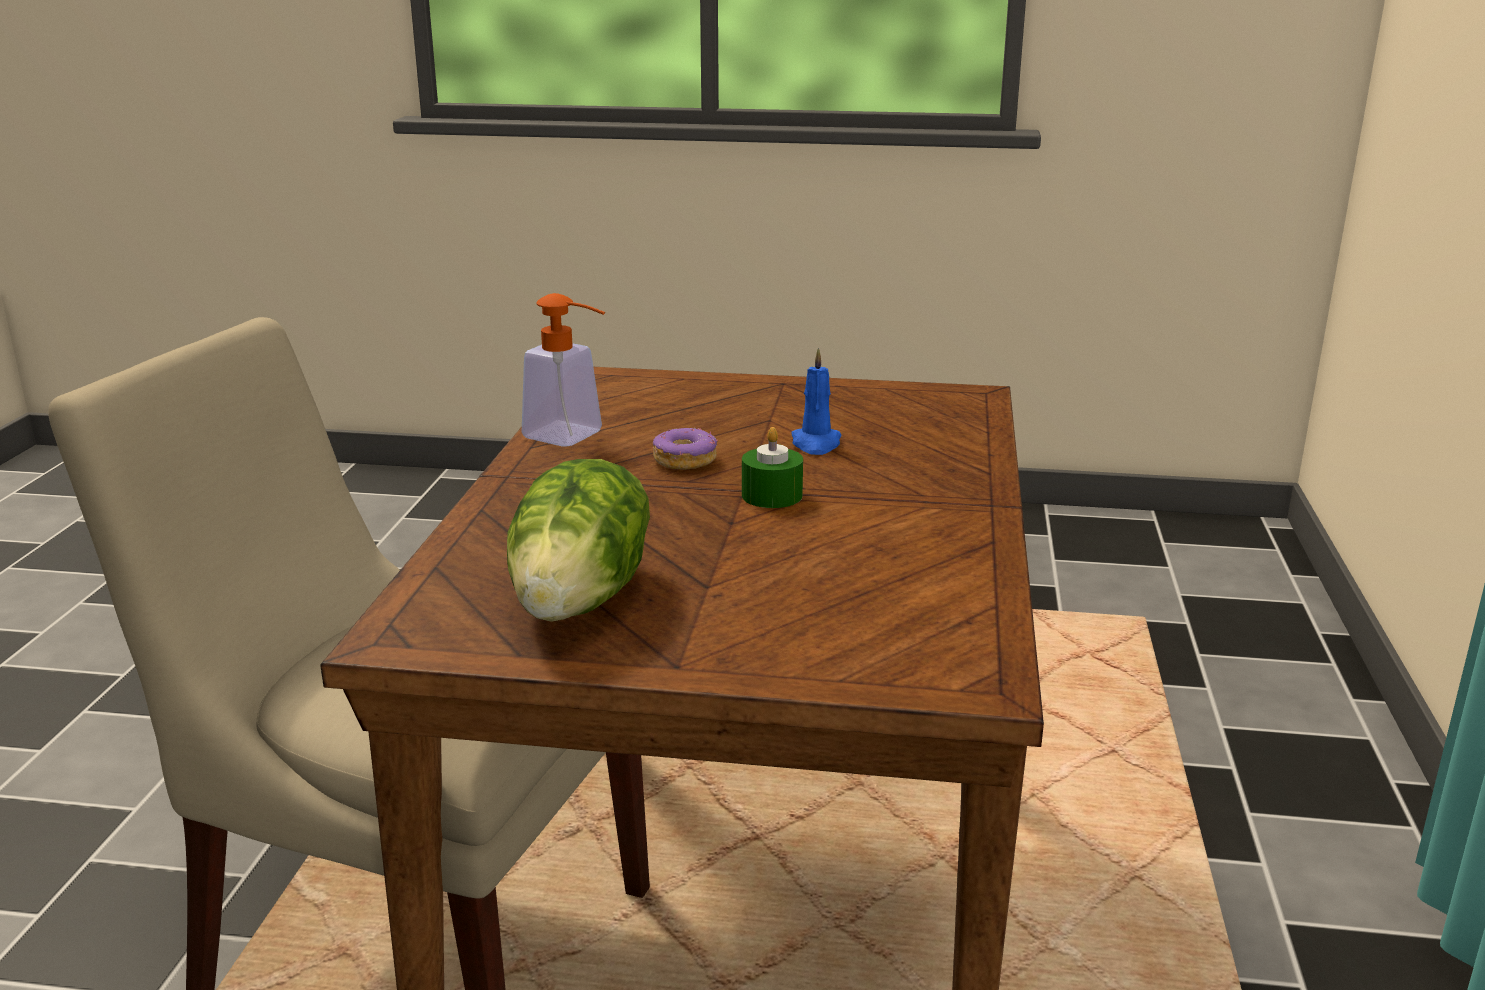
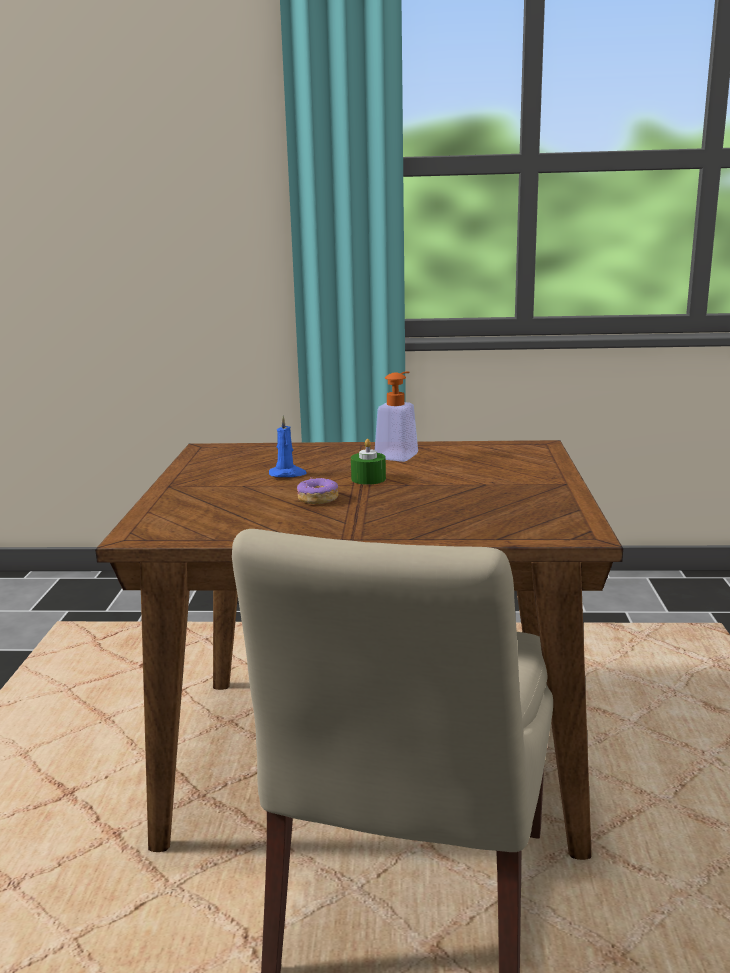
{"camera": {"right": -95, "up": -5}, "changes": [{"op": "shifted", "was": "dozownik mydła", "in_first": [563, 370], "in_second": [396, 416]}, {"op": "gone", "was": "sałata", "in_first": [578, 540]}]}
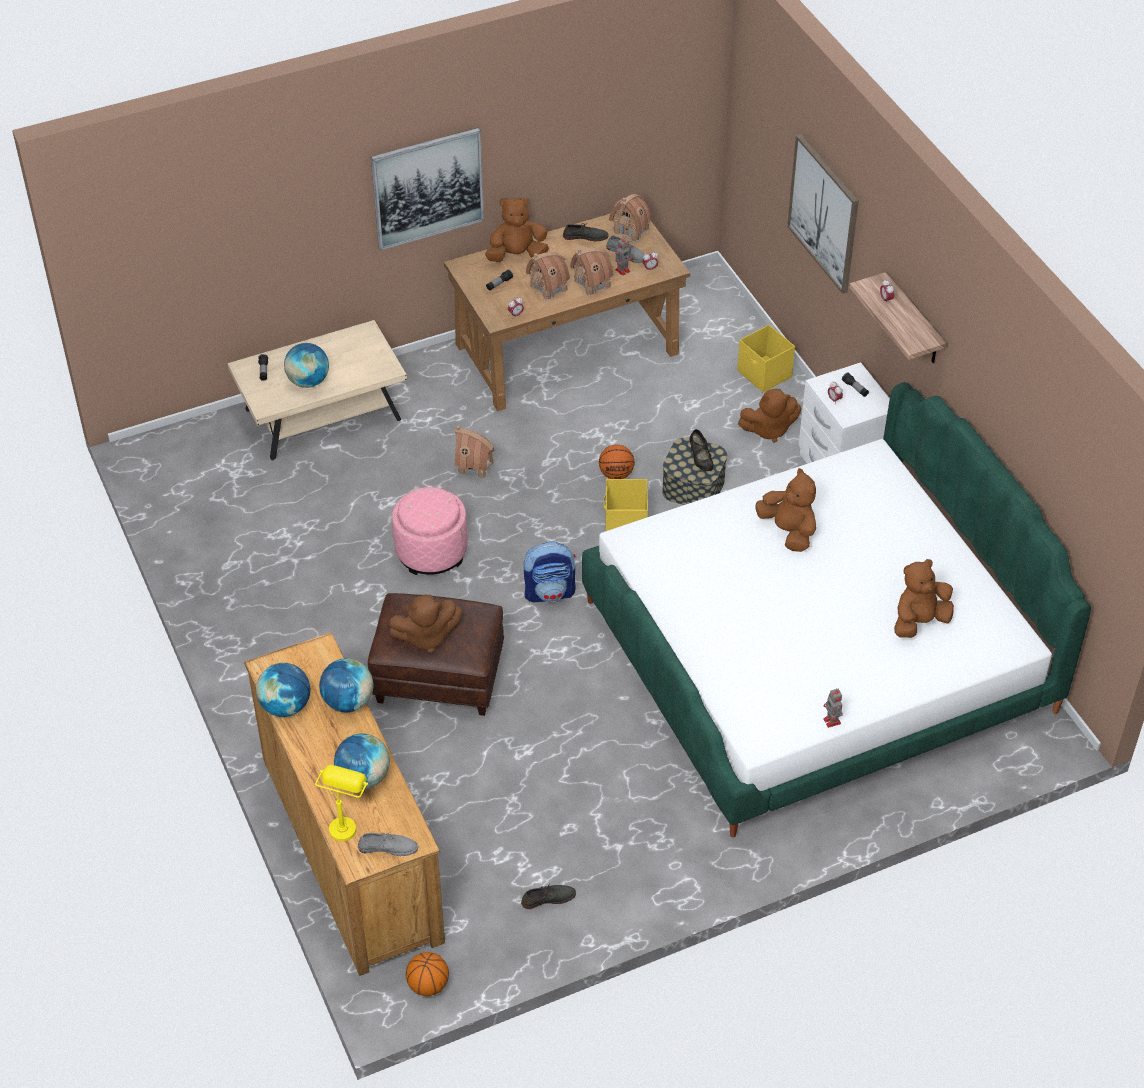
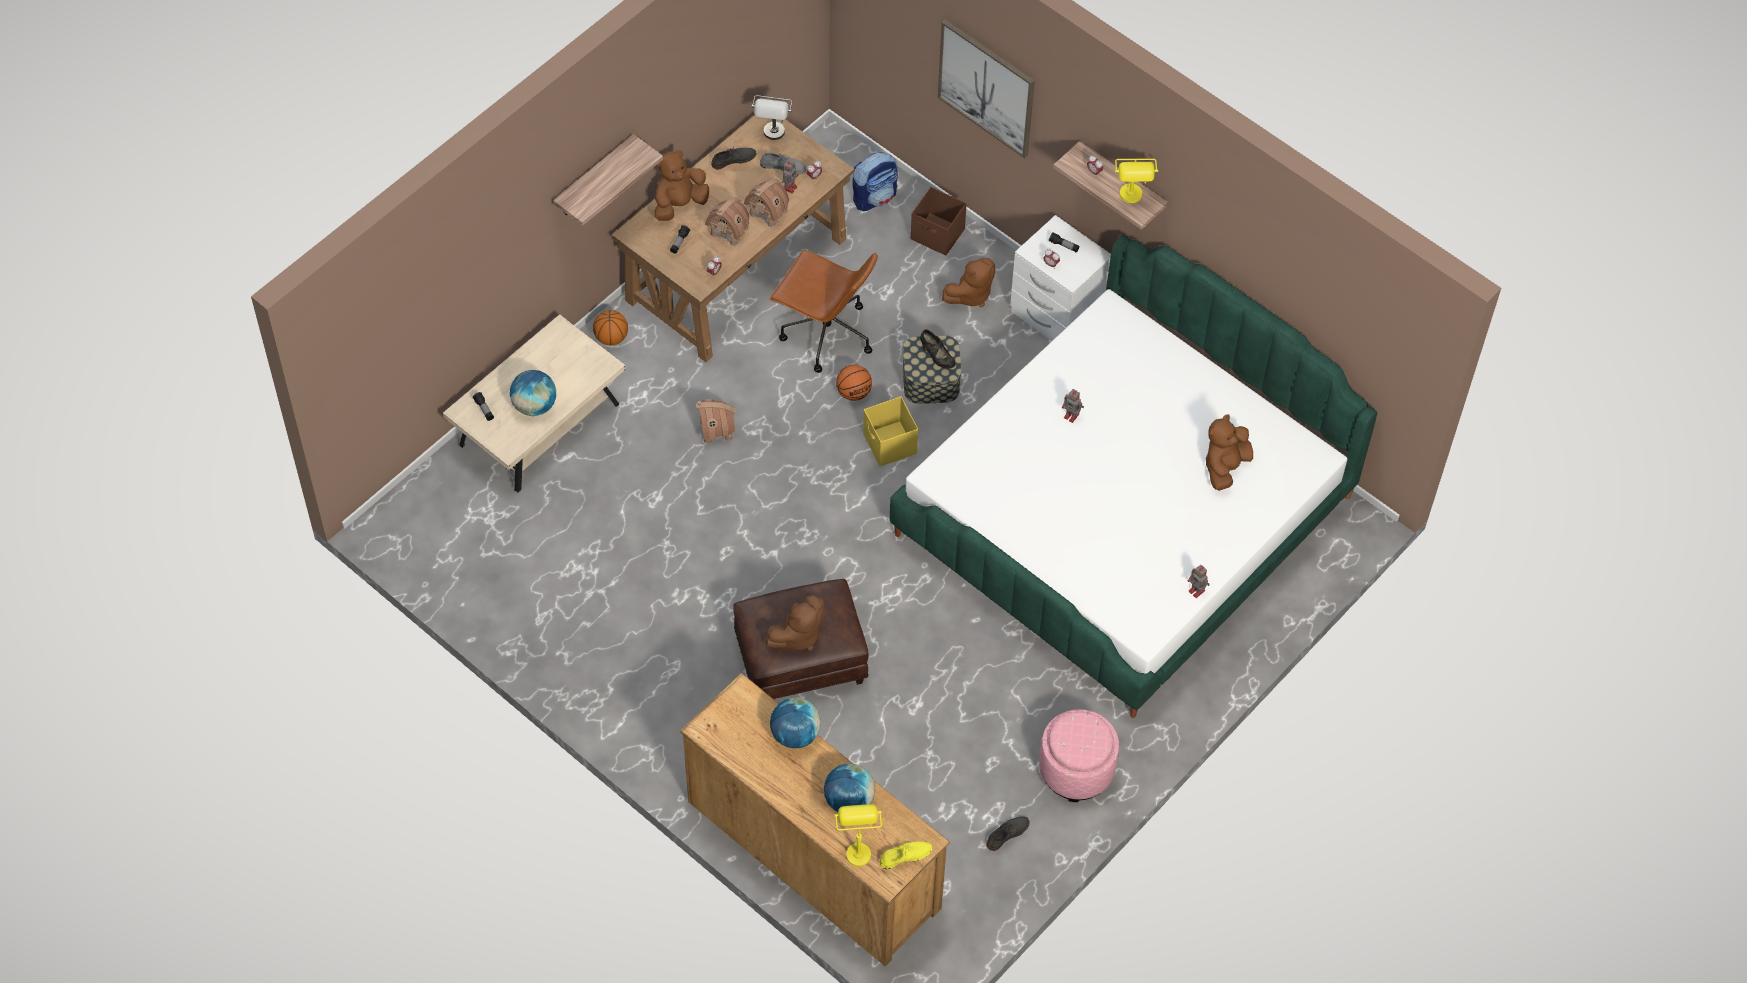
{"camera": {"right": -25, "up": 10}, "changes": [{"op": "swapped", "was": "obraz", "now": "półka", "in_first": [427, 189], "in_second": [608, 180]}, {"op": "swapped", "was": "domek", "now": "lampa stołowa [szary]", "in_first": [630, 218], "in_second": [772, 117]}, {"op": "repainted", "was": "pojemnik do przechowywania [żółty]", "now": "pojemnik do przechowywania [brązowy]", "in_first": [766, 358], "in_second": [939, 221]}, {"op": "swapped", "was": "pluszak [brązowy]", "now": "robot zabawkowy", "in_first": [785, 510], "in_second": [1073, 406]}, {"op": "shifted", "was": "pufa [różowy]", "in_first": [429, 531], "in_second": [1079, 755]}, {"op": "shifted", "was": "plecak", "in_first": [550, 572], "in_second": [875, 181]}, {"op": "gone", "was": "globus", "in_first": [283, 690]}, {"op": "repainted", "was": "but [szary]", "now": "but [żółty]", "in_first": [388, 843], "in_second": [906, 855]}, {"op": "shifted", "was": "piłka do koszykówki", "in_first": [427, 974], "in_second": [610, 327]}, {"op": "new", "now": "lampa stołowa [żółty]", "in_second": [1136, 181]}, {"op": "new", "now": "krzesło biurowe [brązowy]", "in_second": [823, 311]}]}
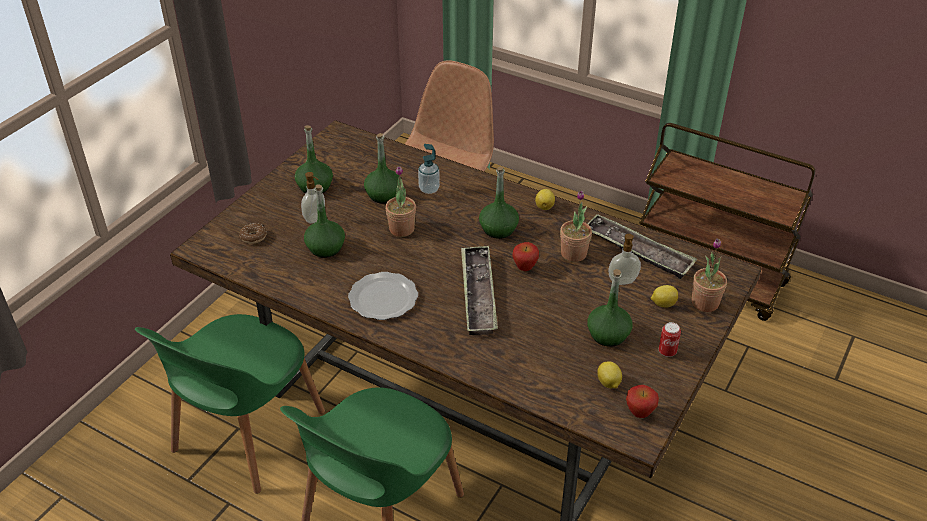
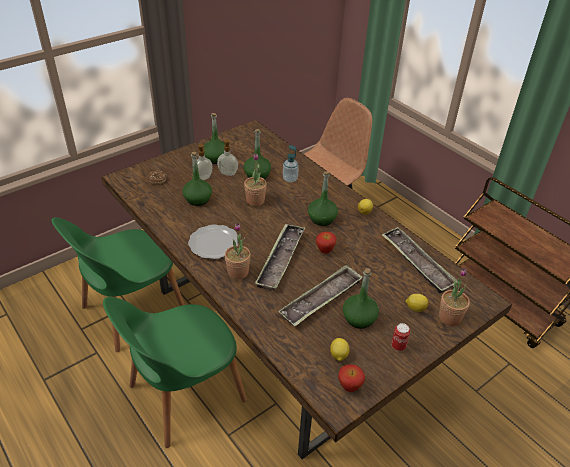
{"camera": {"right": 20, "up": 0}, "changes": [{"op": "shifted", "was": "roślina doniczkowa", "in_first": [576, 226], "in_second": [238, 251]}, {"op": "shifted", "was": "dozownik mydła", "in_first": [624, 259], "in_second": [227, 158]}, {"op": "new", "now": "taca", "in_second": [320, 295]}]}
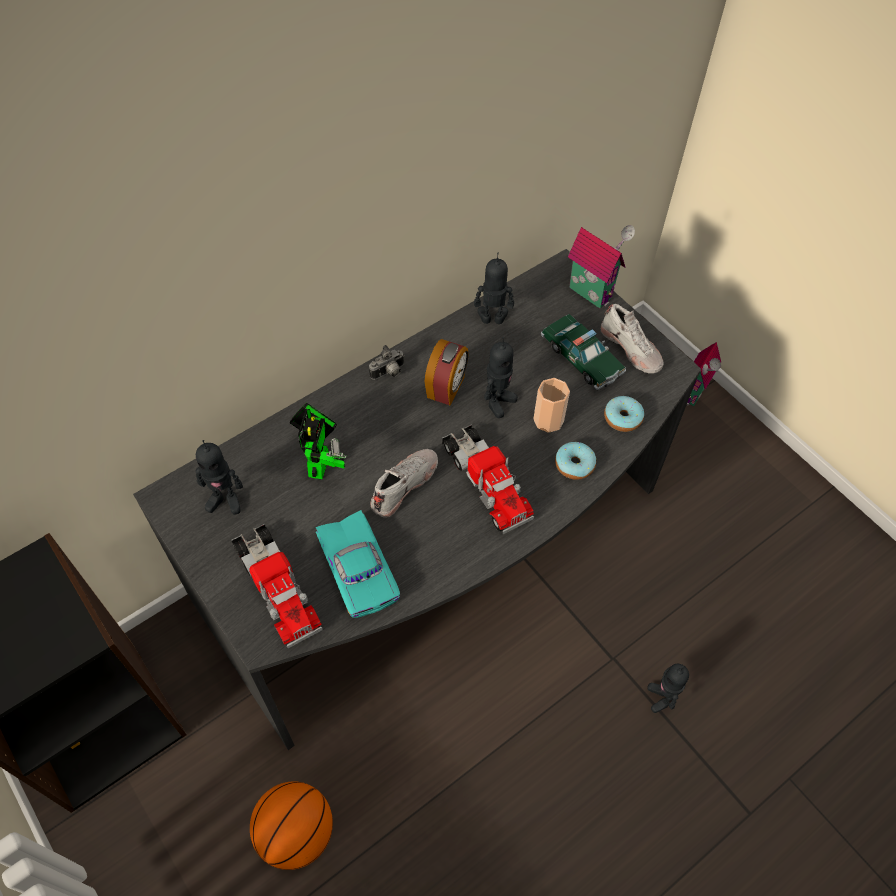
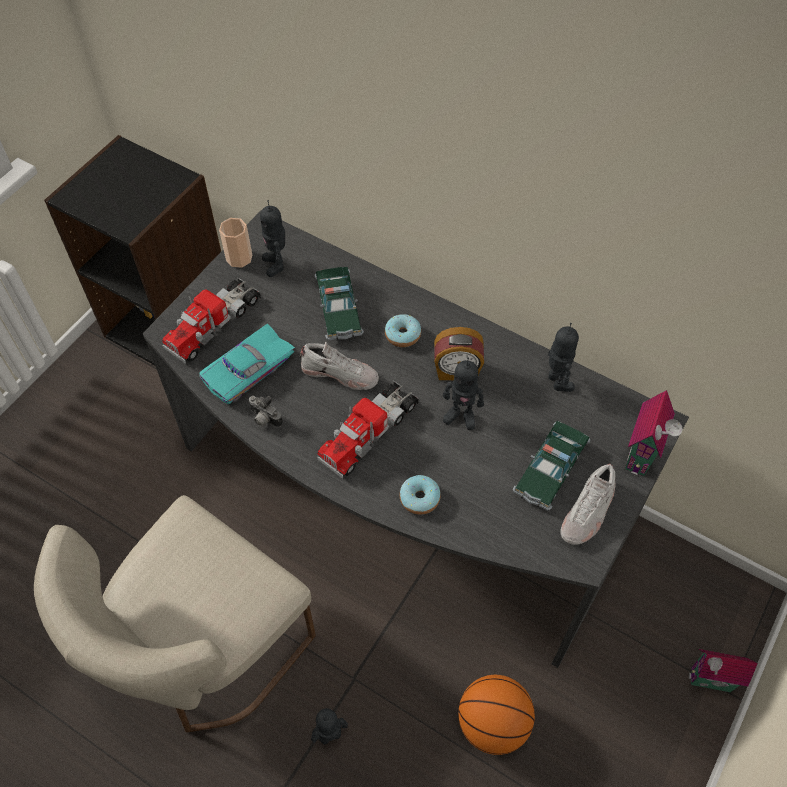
{"camera": {"right": 70, "up": 0}, "changes": [{"op": "shifted", "was": "aparat fotograficzny", "in_first": [387, 362], "in_second": [265, 412]}, {"op": "shifted", "was": "filiżanka", "in_first": [551, 405], "in_second": [235, 243]}, {"op": "shifted", "was": "donut", "in_first": [624, 414], "in_second": [403, 330]}, {"op": "swapped", "was": "robot zabawkowy", "now": "samochodzik", "in_first": [317, 441], "in_second": [339, 303]}, {"op": "shifted", "was": "piłka do koszykówki", "in_first": [291, 825], "in_second": [496, 715]}, {"op": "new", "now": "krzesło [beżowy]", "in_second": [175, 613]}]}
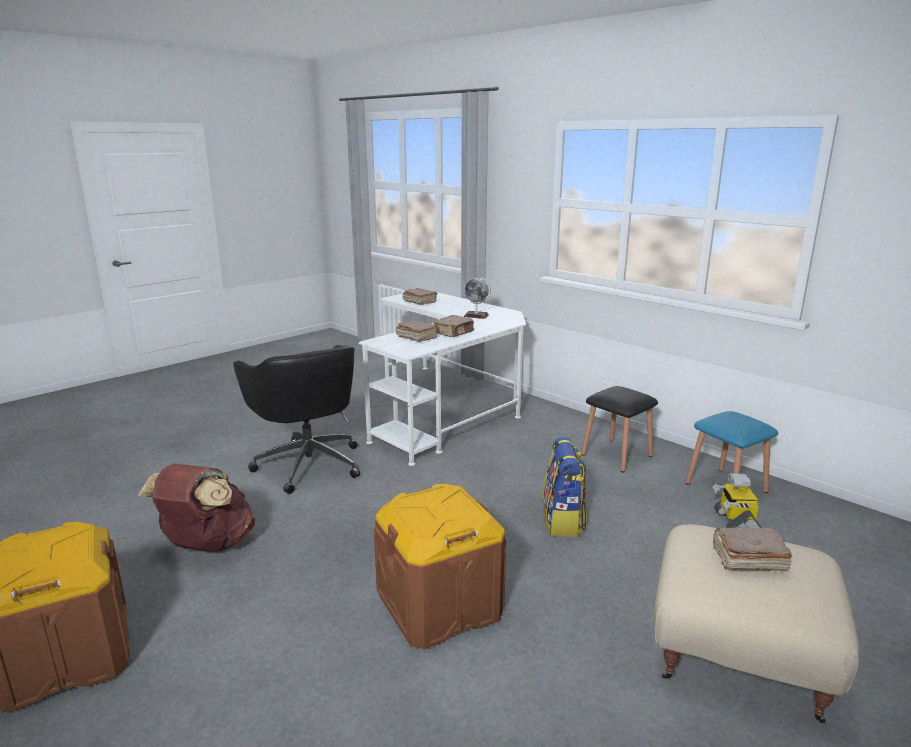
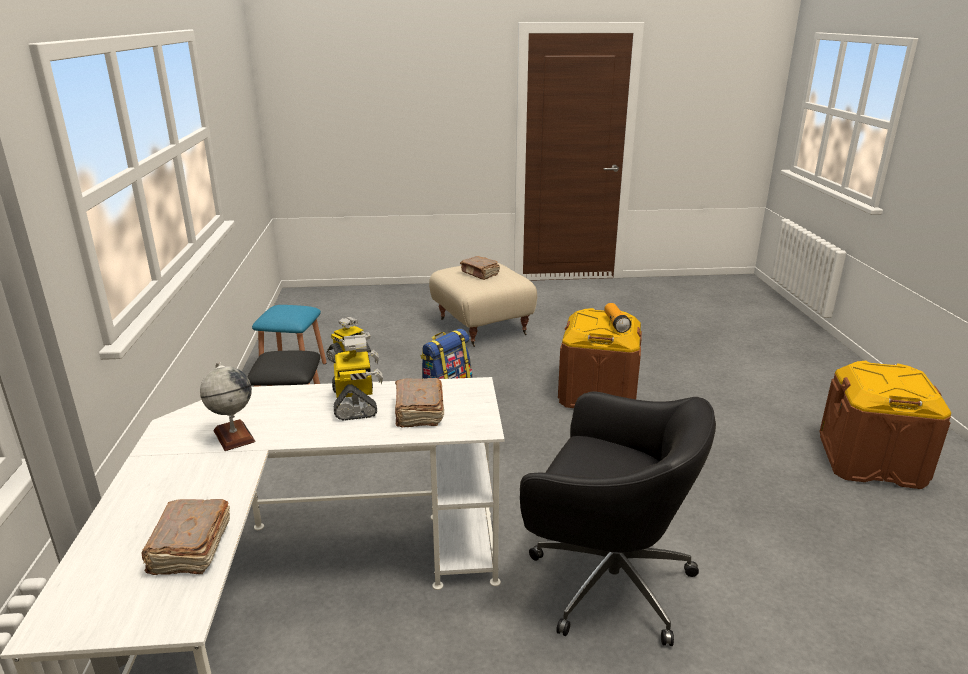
{"camera": {"right": -140, "up": 5}, "changes": [{"op": "swapped", "was": "książka [brązowy]", "now": "robot zabawkowy", "in_first": [453, 326], "in_second": [357, 377]}, {"op": "rotated", "was": "krzesło biurowe [czarny]", "in_first": [297, 419], "in_second": [618, 519], "clockwise": 105}, {"op": "gone", "was": "plecak [brązowy]", "in_first": [196, 508]}, {"op": "new", "now": "latarka", "in_second": [617, 318]}]}
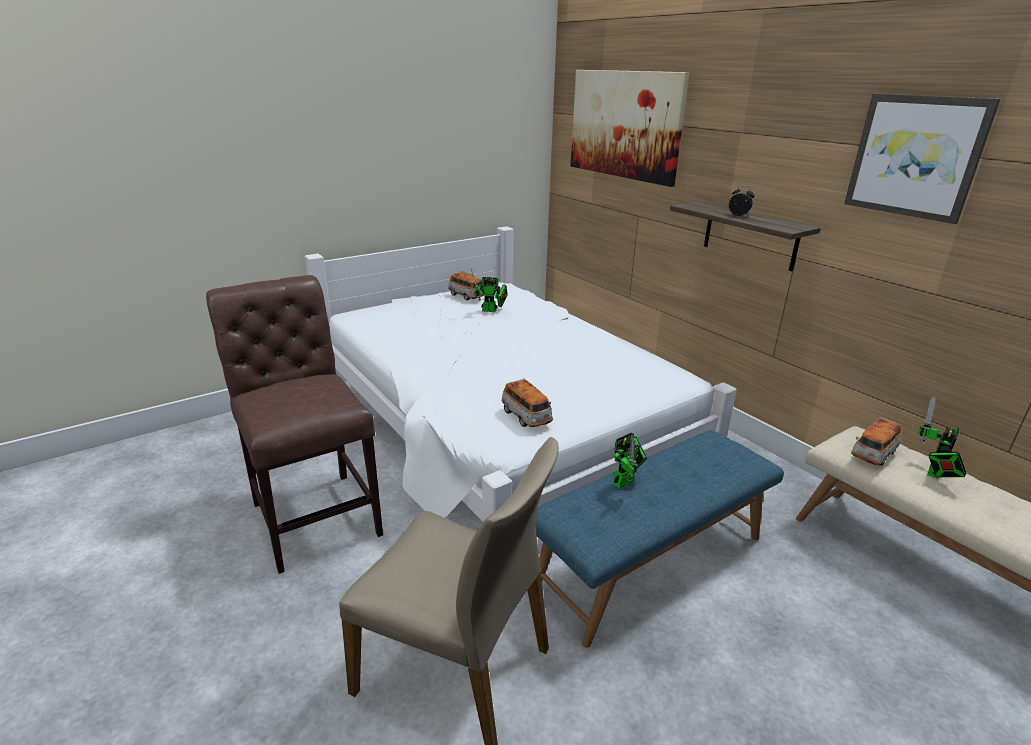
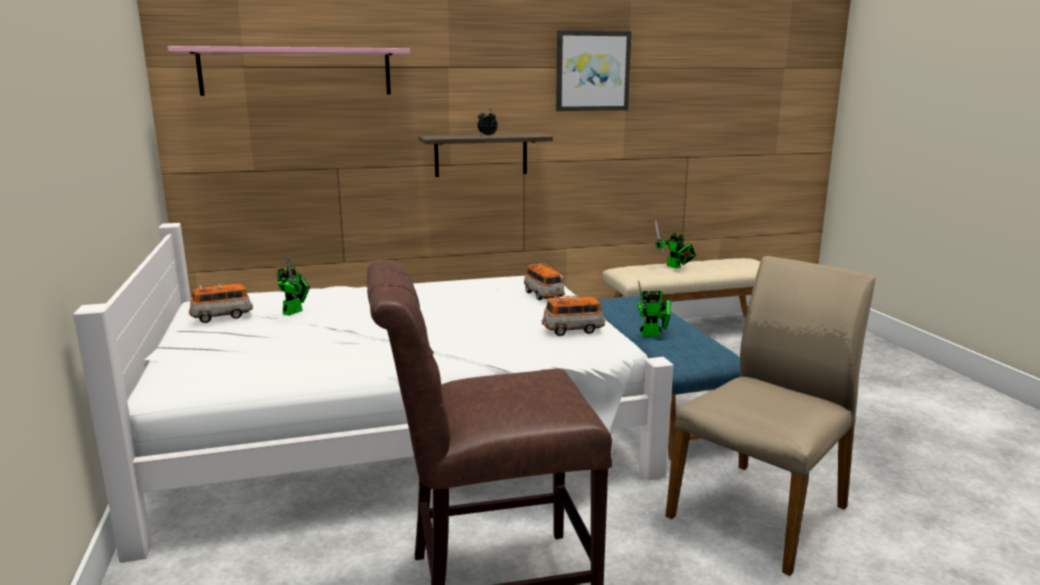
{"camera": {"right": -70, "up": -10}, "changes": [{"op": "swapped", "was": "obraz", "now": "półka [różowy]", "in_first": [630, 128], "in_second": [289, 71]}, {"op": "shifted", "was": "samochodzik", "in_first": [876, 441], "in_second": [544, 281]}, {"op": "rotated", "was": "robot zabawkowy", "in_first": [629, 461], "in_second": [654, 308], "clockwise": 105}]}
